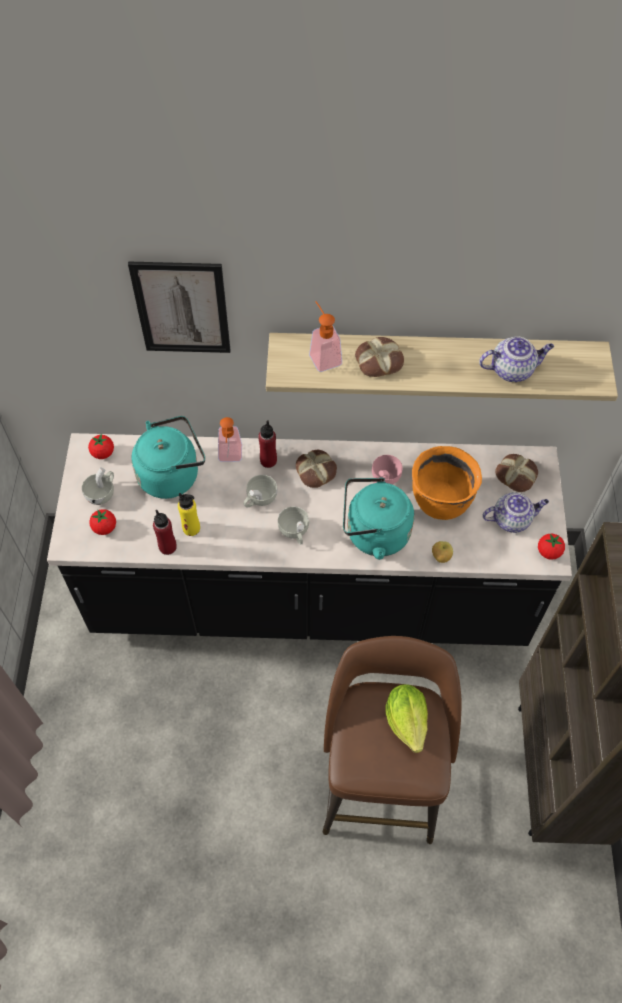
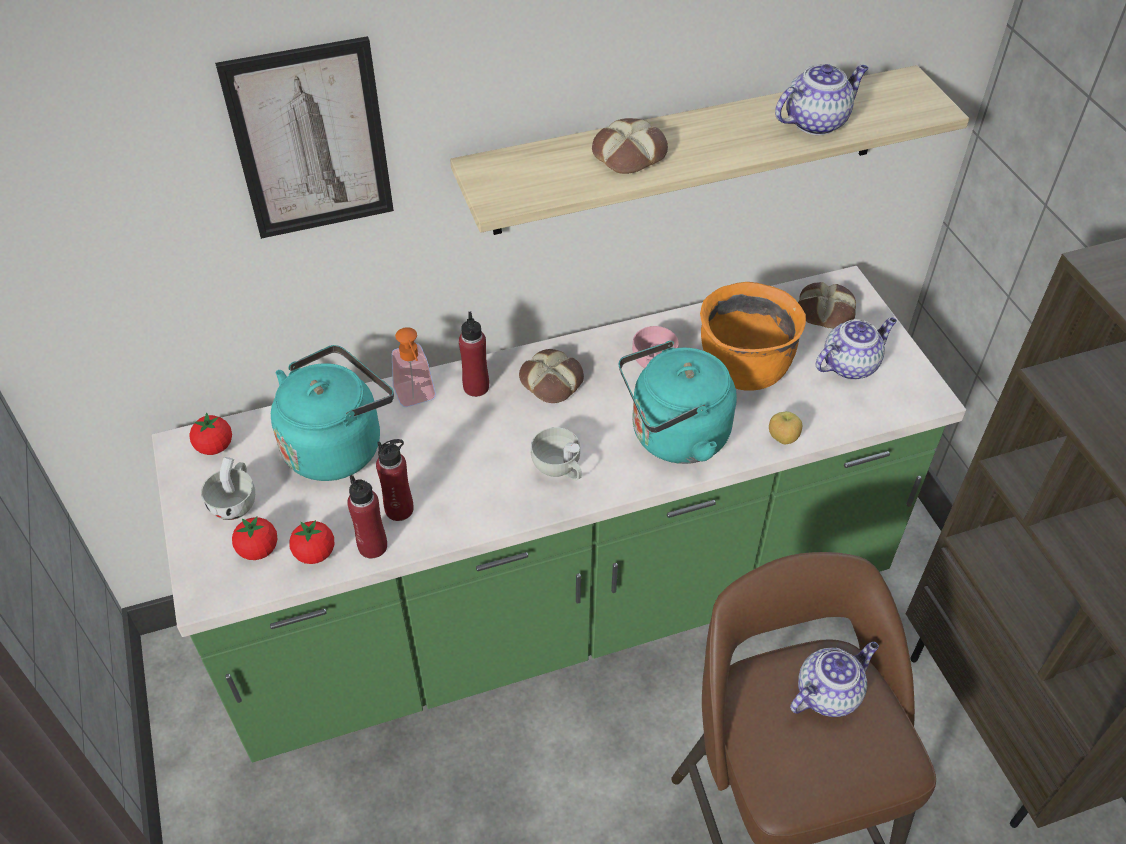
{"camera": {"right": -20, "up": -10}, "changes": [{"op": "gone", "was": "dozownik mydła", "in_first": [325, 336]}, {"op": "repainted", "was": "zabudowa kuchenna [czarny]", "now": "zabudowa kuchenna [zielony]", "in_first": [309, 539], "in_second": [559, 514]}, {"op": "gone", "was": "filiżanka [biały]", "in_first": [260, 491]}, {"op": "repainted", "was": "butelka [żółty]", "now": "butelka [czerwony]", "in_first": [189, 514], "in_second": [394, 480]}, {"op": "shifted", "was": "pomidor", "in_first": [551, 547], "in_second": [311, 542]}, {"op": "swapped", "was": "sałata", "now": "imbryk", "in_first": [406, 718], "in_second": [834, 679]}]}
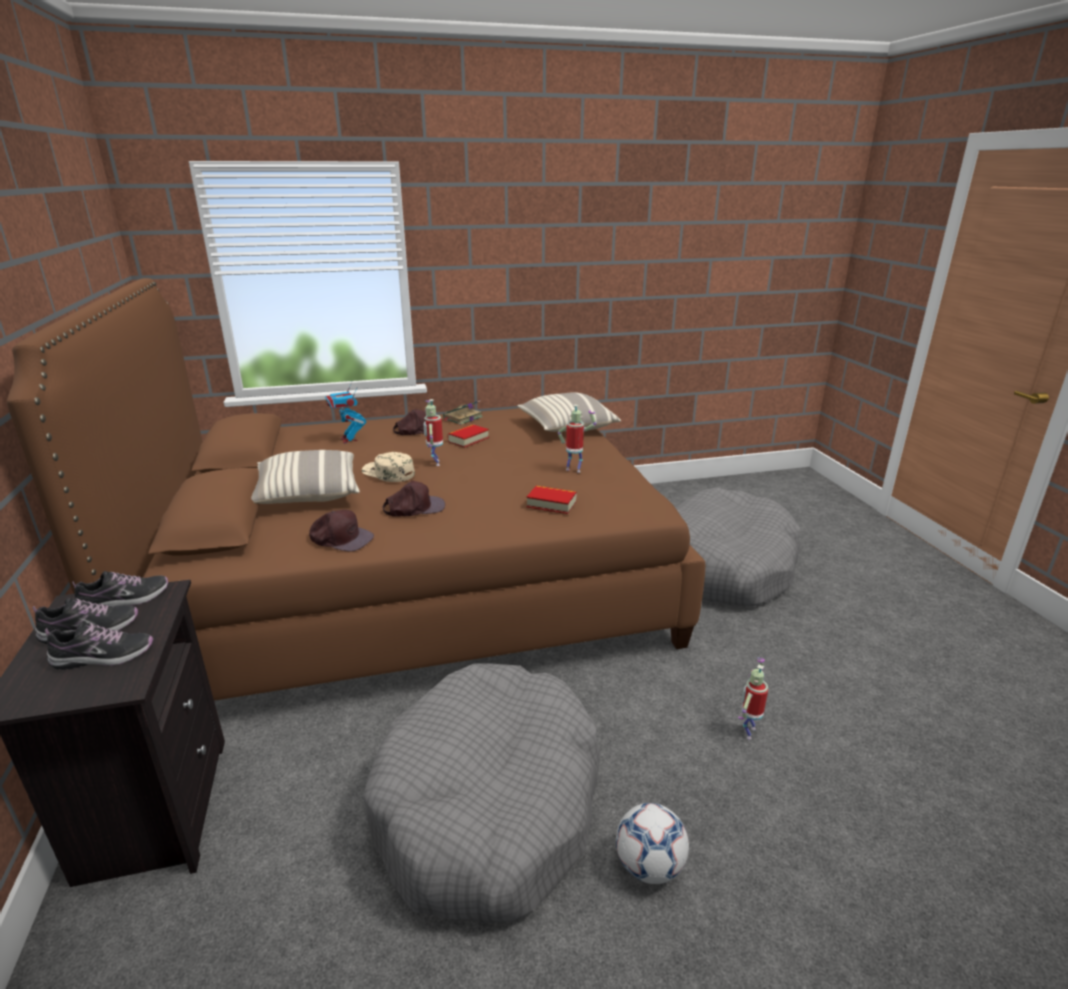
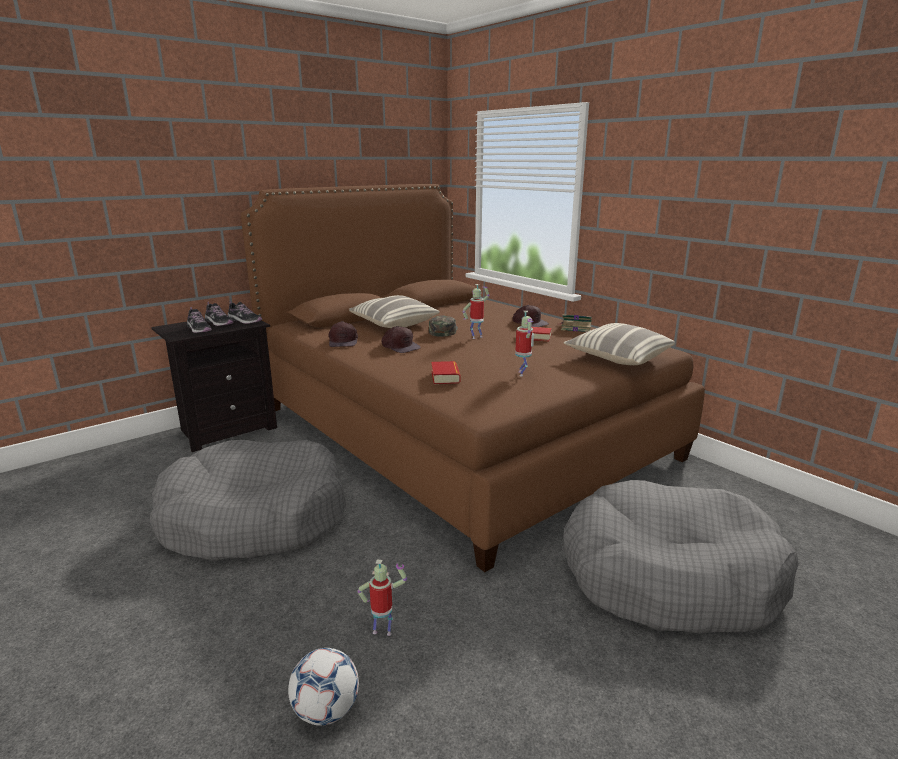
{"camera": {"right": 65, "up": -5}, "changes": [{"op": "gone", "was": "robot zabawkowy", "in_first": [345, 413]}, {"op": "repainted", "was": "czapka z daszkiem [beżowy]", "now": "czapka z daszkiem [zielony]", "in_first": [388, 467], "in_second": [443, 326]}, {"op": "shifted", "was": "piłka futbolowa", "in_first": [652, 843], "in_second": [323, 687]}]}
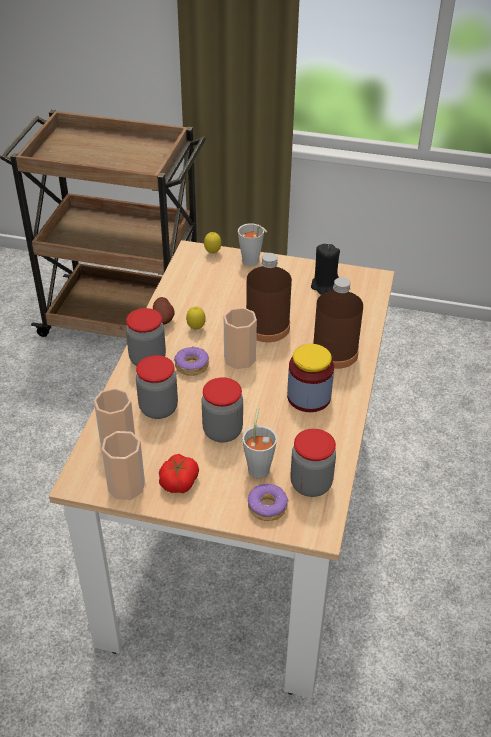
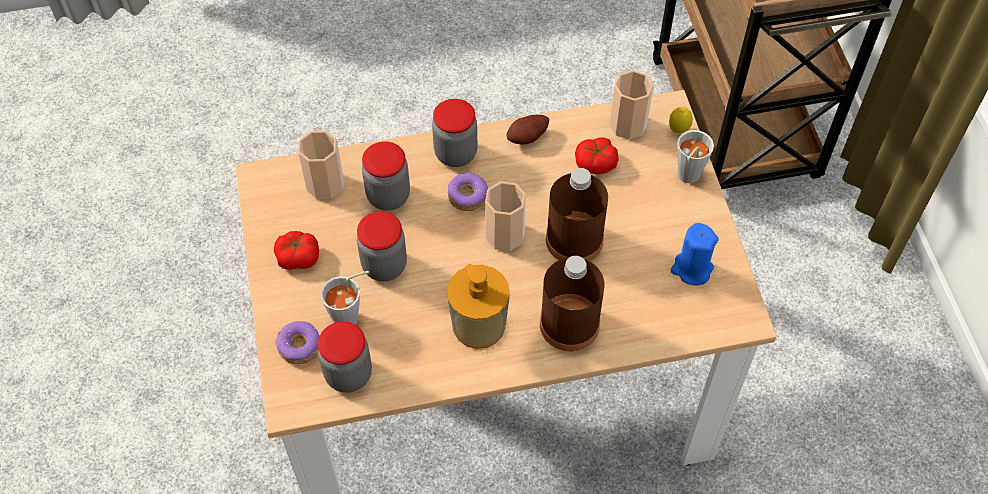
{"camera": {"right": 65, "up": 15}, "changes": [{"op": "repainted", "was": "świeca [czarny]", "now": "świeca [niebieski]", "in_first": [325, 269], "in_second": [694, 254]}, {"op": "gone", "was": "cytryna", "in_first": [196, 318]}, {"op": "swapped", "was": "słoik", "now": "dozownik mydła", "in_first": [310, 378], "in_second": [478, 306]}, {"op": "shifted", "was": "filiżanka", "in_first": [123, 465], "in_second": [631, 105]}, {"op": "new", "now": "pomidor", "in_second": [597, 155]}]}
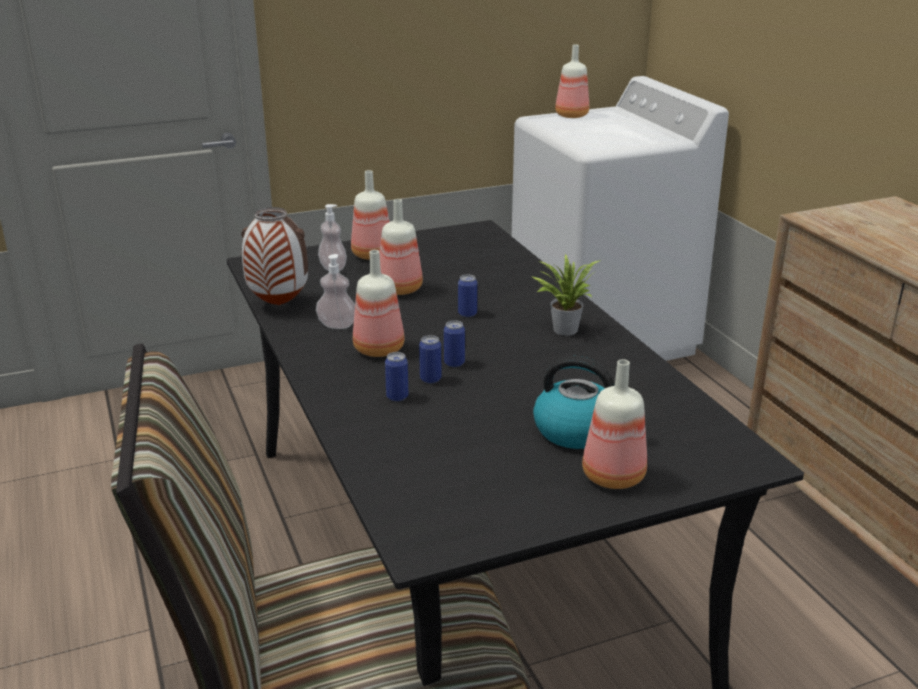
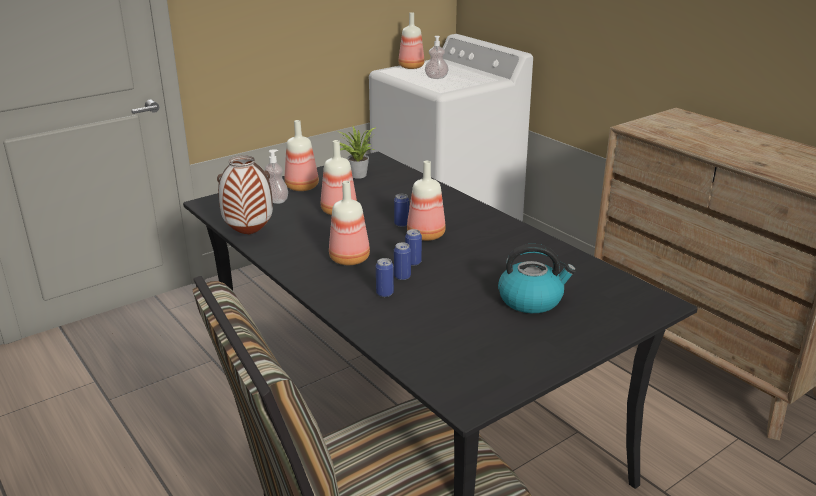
{"camera": {"right": -15, "up": 0}, "changes": [{"op": "shifted", "was": "dozownik mydła", "in_first": [335, 291], "in_second": [437, 57]}, {"op": "shifted", "was": "roślina doniczkowa", "in_first": [567, 295], "in_second": [356, 152]}, {"op": "shifted", "was": "butelka", "in_first": [614, 424], "in_second": [426, 201]}]}
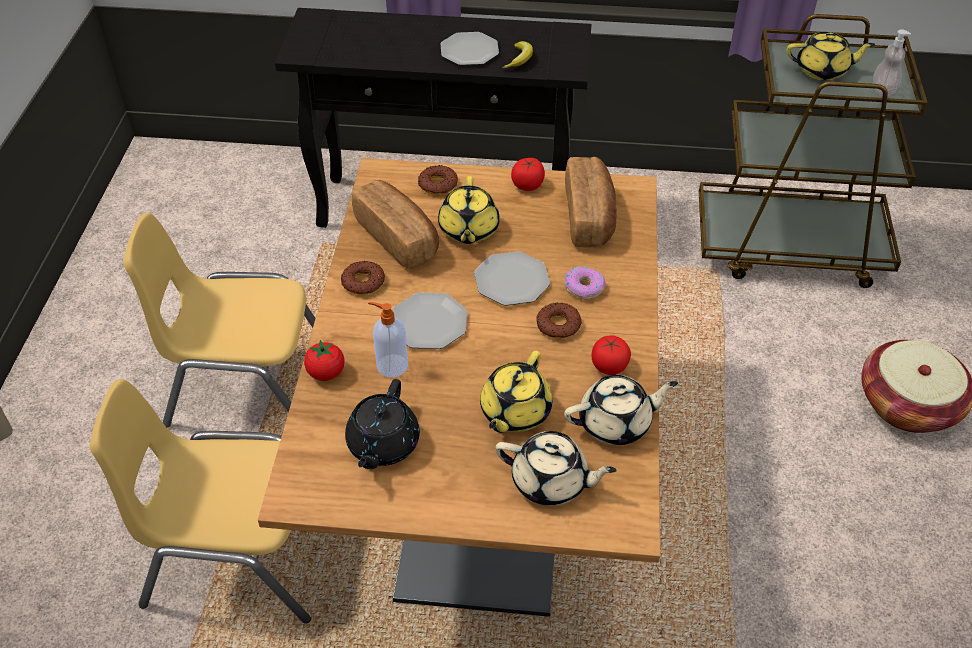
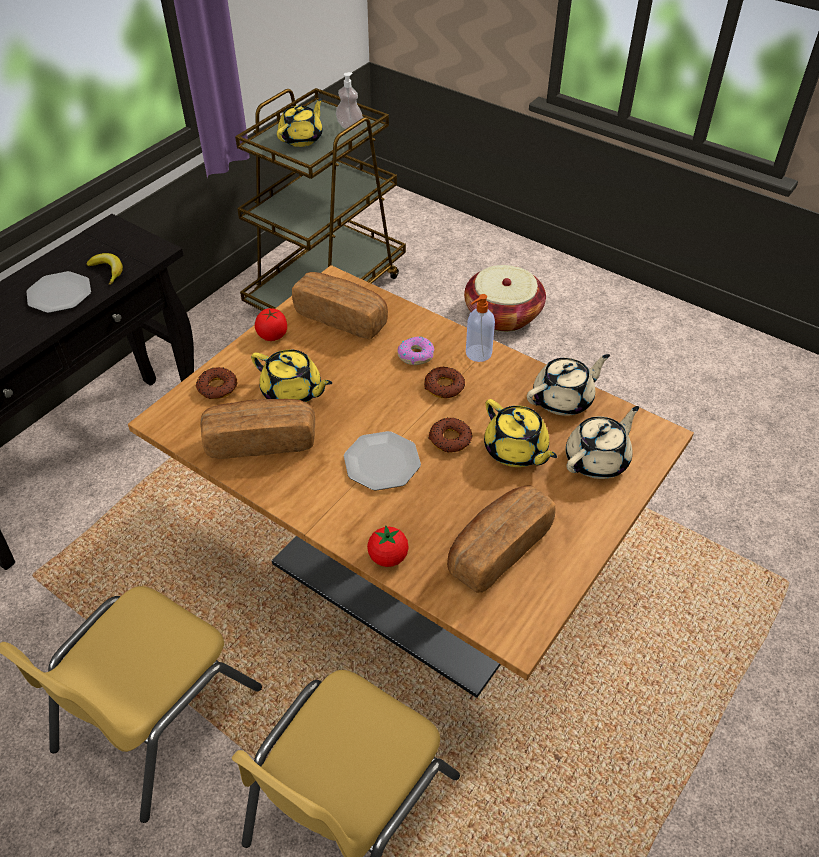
{"camera": {"right": -60, "up": 0}, "changes": [{"op": "gone", "was": "talerz", "in_first": [512, 278]}, {"op": "shifted", "was": "donut", "in_first": [363, 278], "in_second": [450, 435]}, {"op": "shifted", "was": "dozownik mydła", "in_first": [388, 340], "in_second": [480, 328]}, {"op": "gone", "was": "pomidor", "in_first": [611, 355]}, {"op": "rotated", "was": "imbryk [beżowy]", "in_first": [621, 410], "in_second": [568, 385], "clockwise": 45}, {"op": "swapped", "was": "imbryk [czarny]", "now": "chleb", "in_first": [382, 424], "in_second": [501, 539]}]}
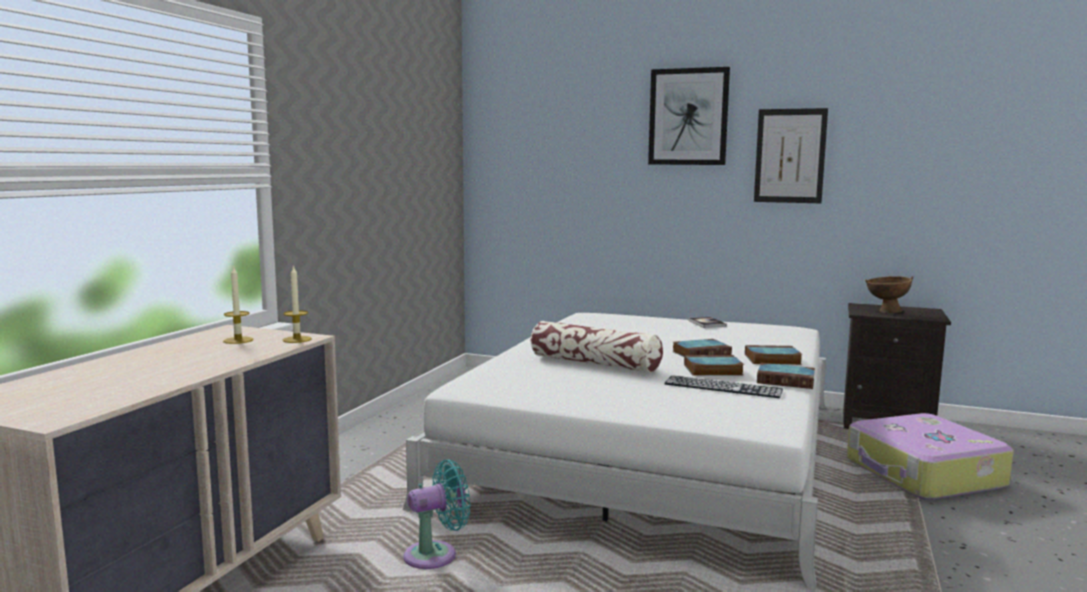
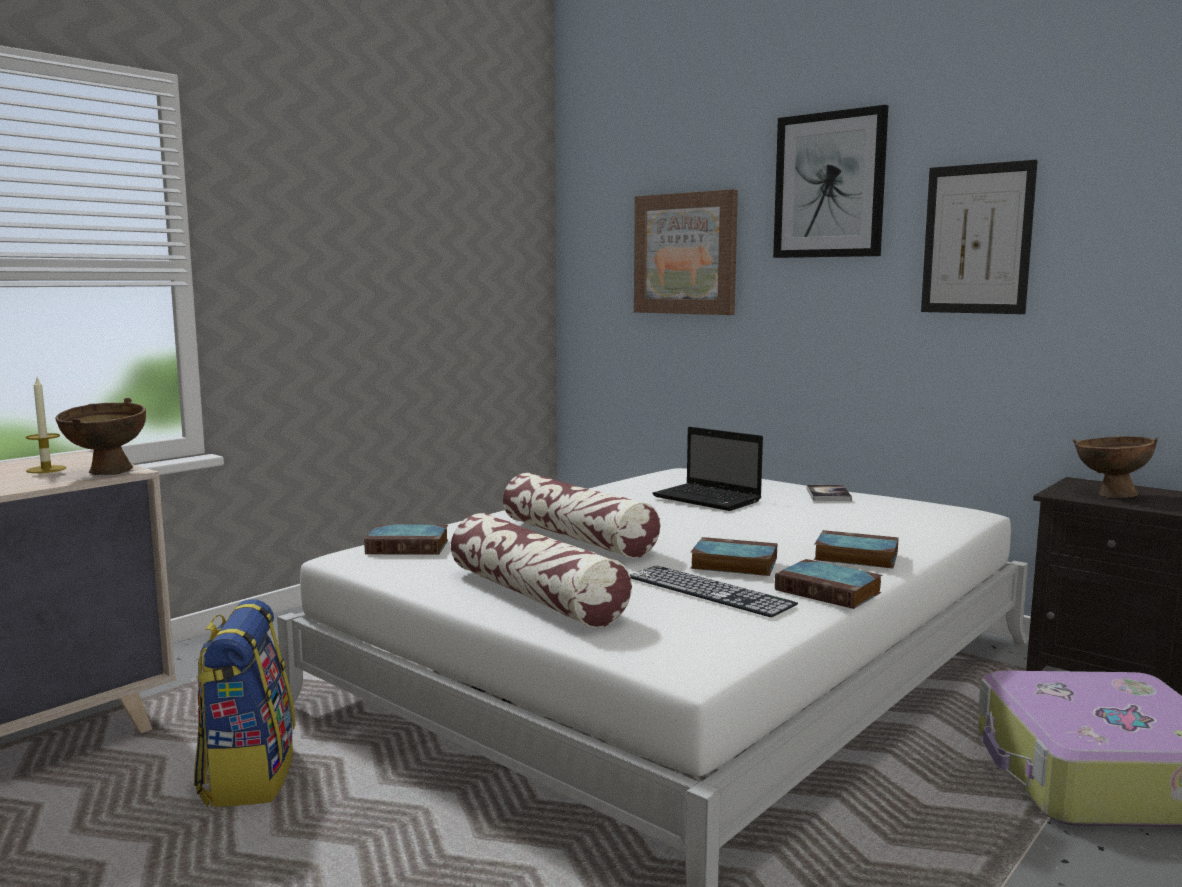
{"camera": {"right": 20, "up": 0}, "changes": [{"op": "swapped", "was": "świeca", "now": "miska [brązowy]", "in_first": [297, 304], "in_second": [100, 436]}, {"op": "shifted", "was": "książka", "in_first": [702, 348], "in_second": [406, 539]}, {"op": "swapped", "was": "wentylator [turkusowy]", "now": "plecak", "in_first": [437, 514], "in_second": [245, 703]}, {"op": "new", "now": "obraz", "in_second": [686, 252]}, {"op": "new", "now": "laptop", "in_second": [707, 469]}, {"op": "new", "now": "poduszka", "in_second": [541, 570]}]}
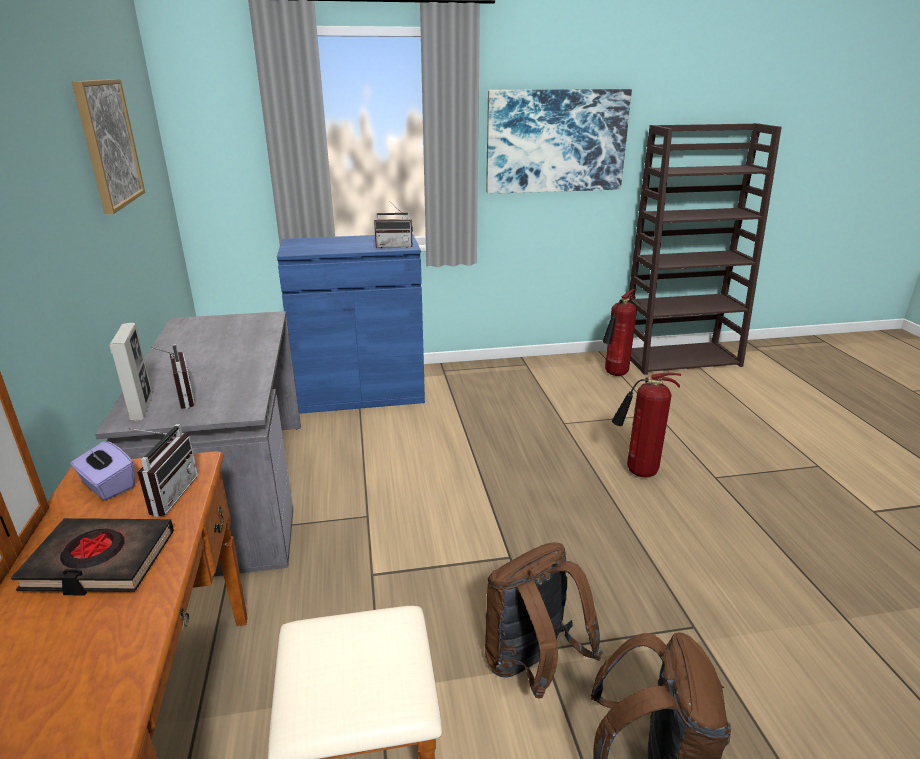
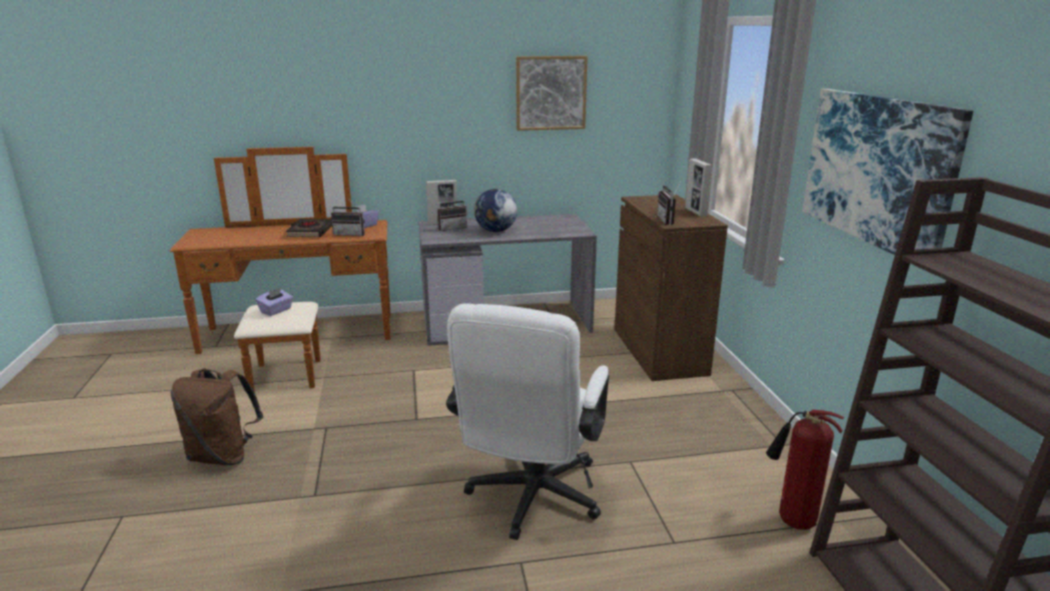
{"camera": {"right": 90, "up": -5}, "changes": [{"op": "repainted", "was": "szafka [niebieski]", "now": "szafka [brązowy]", "in_first": [351, 323], "in_second": [671, 288]}, {"op": "swapped", "was": "gaśnica", "now": "krzesło biurowe [biały]", "in_first": [646, 424], "in_second": [527, 421]}, {"op": "gone", "was": "plecak [brązowy]", "in_first": [544, 620]}, {"op": "new", "now": "ramka na zdjęcie", "in_second": [699, 187]}, {"op": "new", "now": "globus", "in_second": [495, 210]}, {"op": "new", "now": "pudełko chusteczek [fioletowy]", "in_second": [274, 302]}]}
